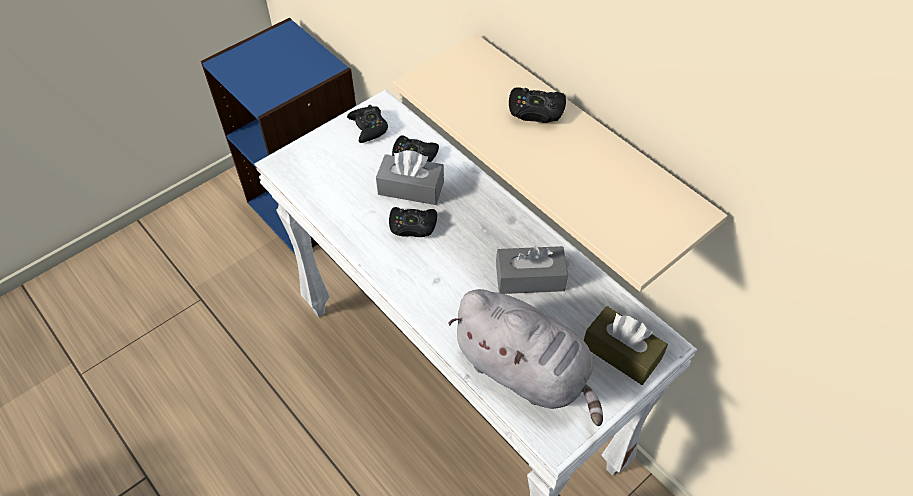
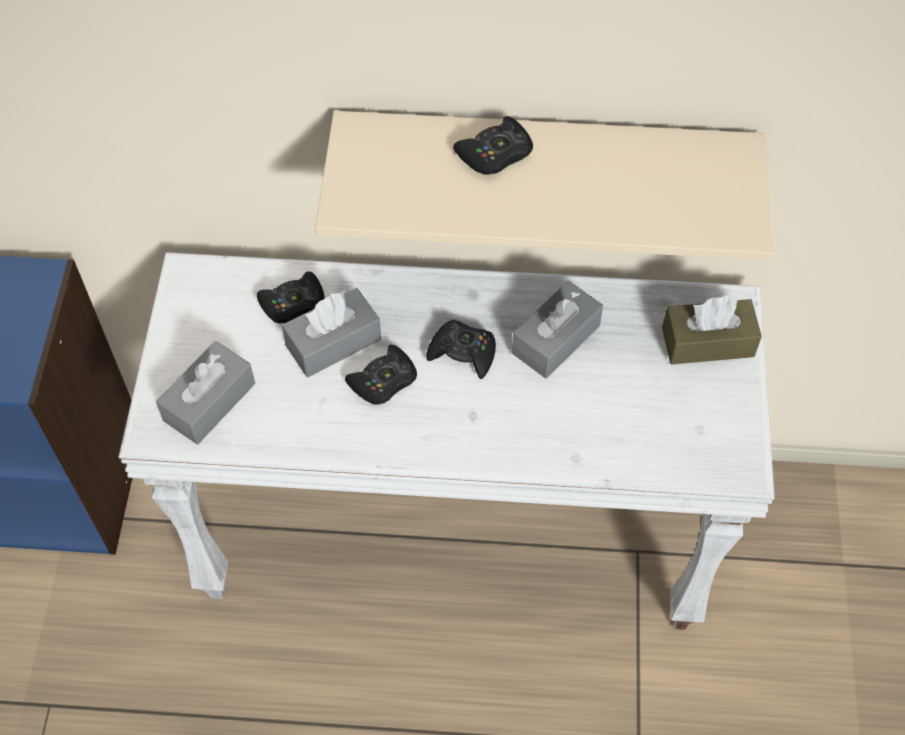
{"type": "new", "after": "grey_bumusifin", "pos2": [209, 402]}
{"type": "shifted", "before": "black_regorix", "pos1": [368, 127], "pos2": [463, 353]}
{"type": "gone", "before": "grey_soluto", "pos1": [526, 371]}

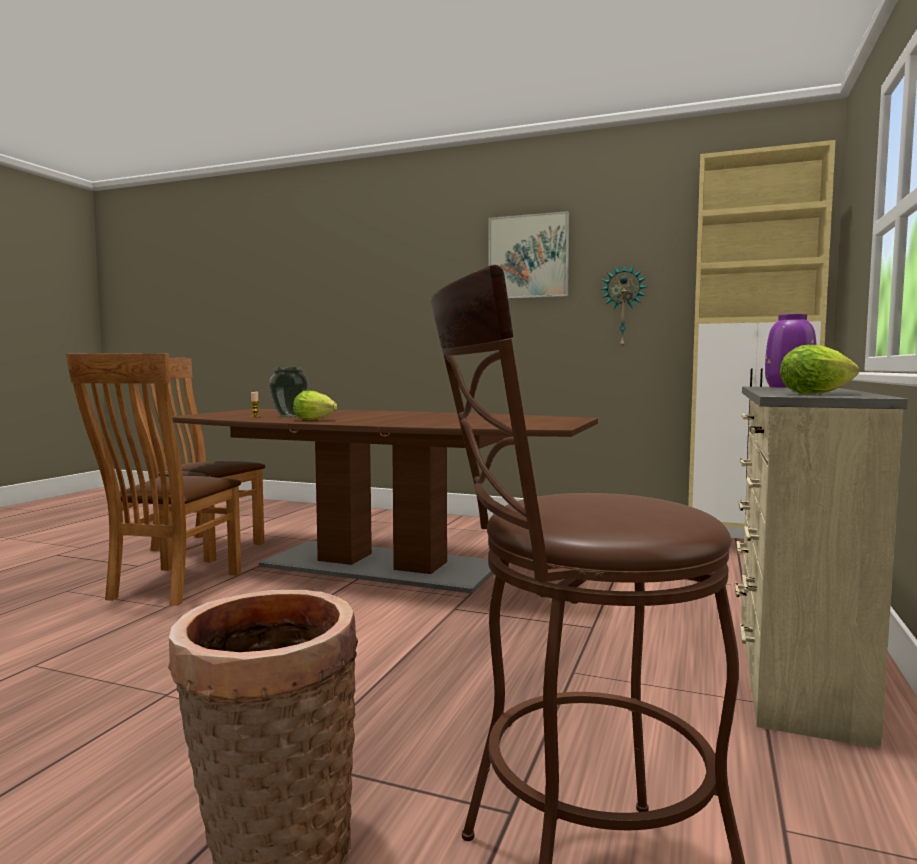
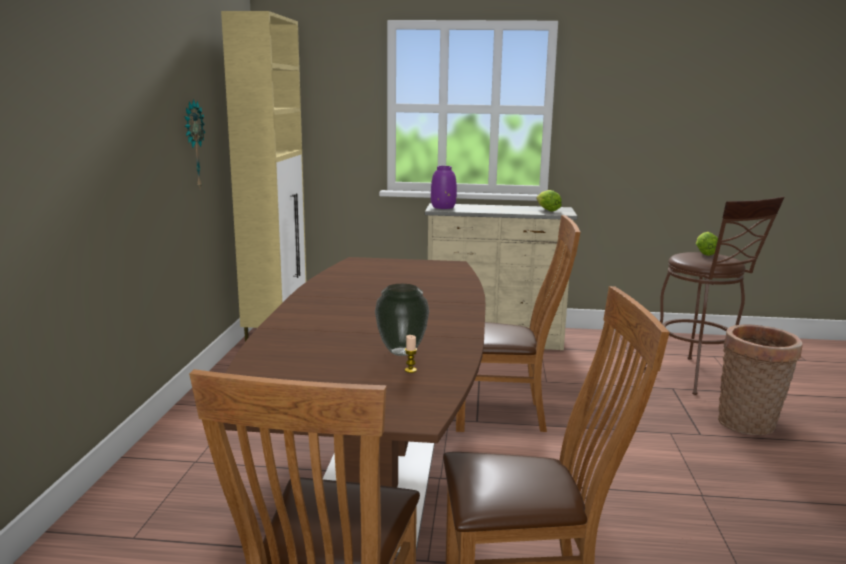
{"type": "new", "after": "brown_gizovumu", "pos2": [506, 415]}
{"type": "shifted", "before": "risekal", "pos1": [316, 420], "pos2": [704, 253]}
{"type": "gone", "before": "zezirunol", "pos1": [528, 256]}

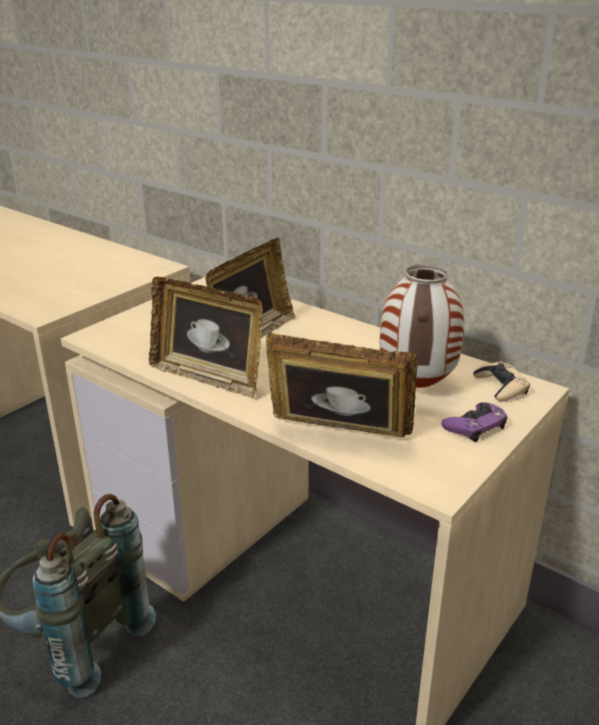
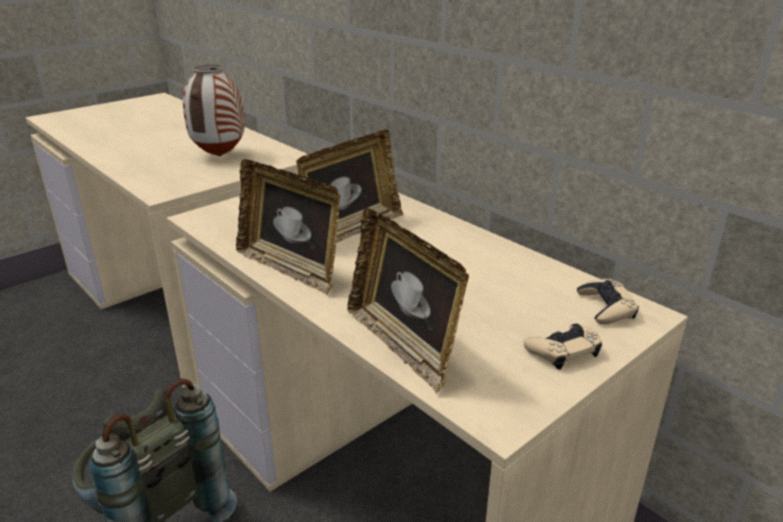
{"type": "shifted", "before": "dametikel", "pos1": [417, 387], "pos2": [220, 156]}
{"type": "rotated", "before": "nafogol", "pos1": [338, 435], "pos2": [403, 345], "turn": -150}
{"type": "repainted", "before": "purple_regorix", "after": "beige_regorix", "pos1": [475, 426], "pos2": [563, 350]}

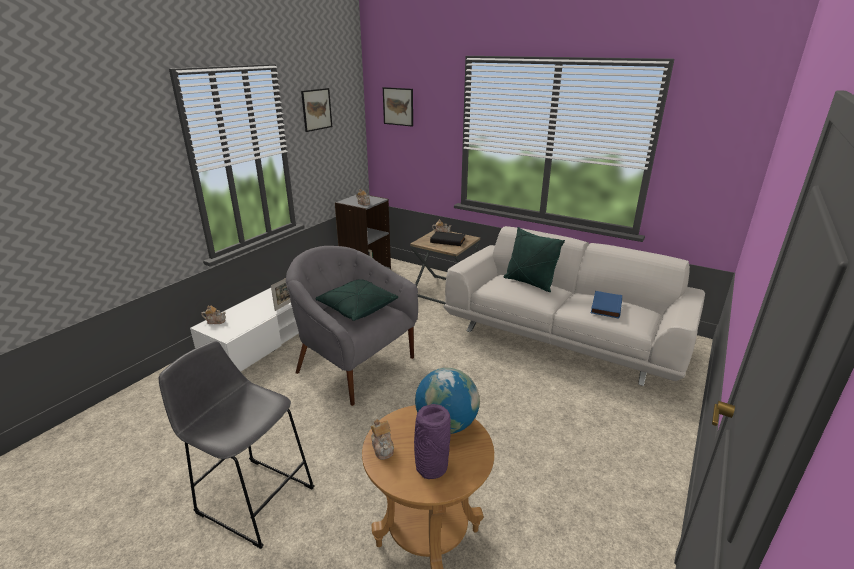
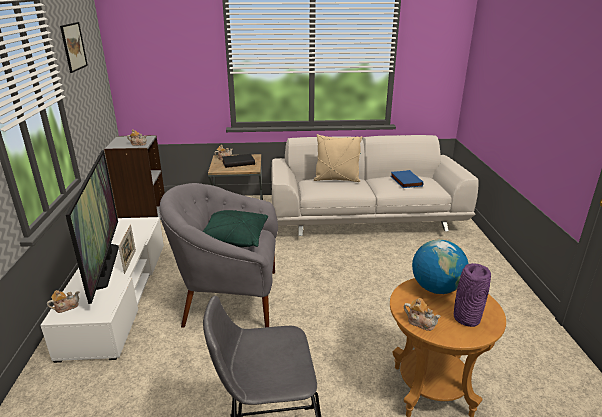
{"type": "new", "after": "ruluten", "pos2": [105, 266]}
{"type": "repainted", "before": "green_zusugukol", "after": "beige_zusugukol", "pos1": [529, 283], "pos2": [337, 179]}
{"type": "gone", "before": "zezirunol", "pos1": [398, 106]}

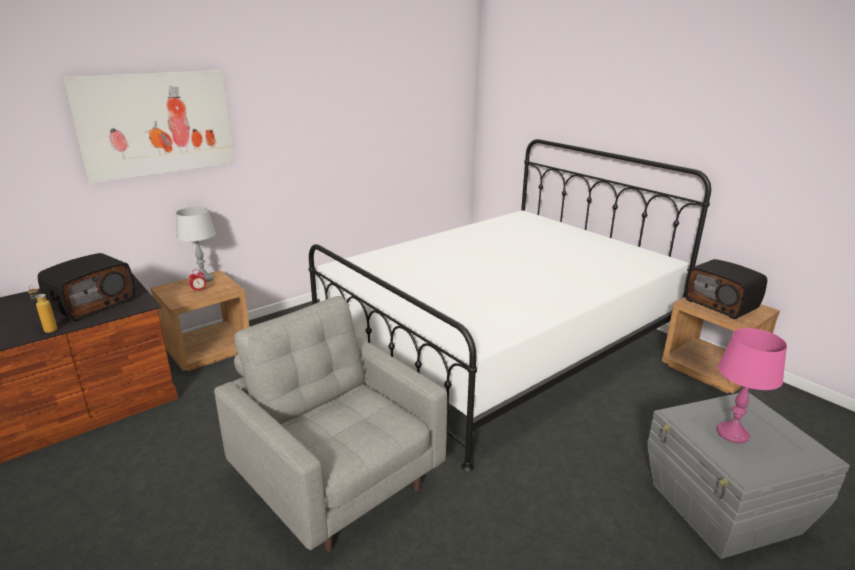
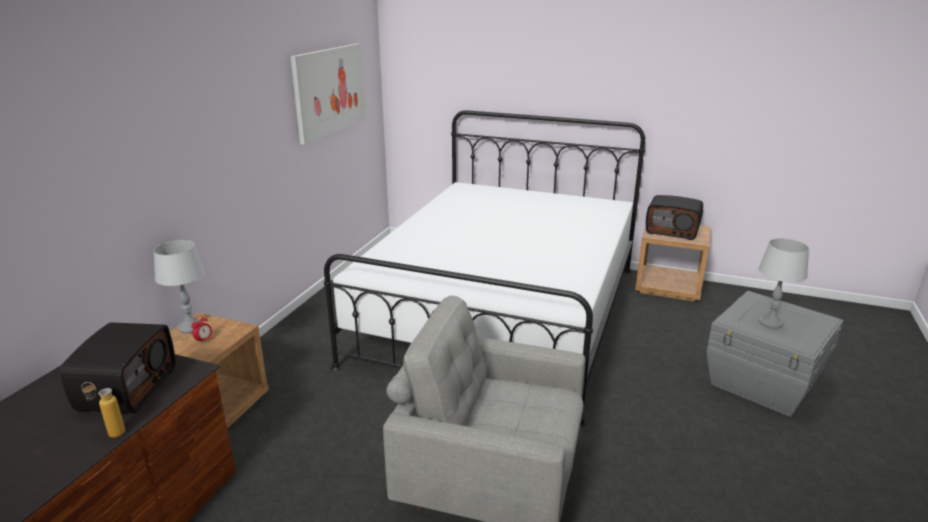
{"type": "shifted", "before": "zezirunol", "pos1": [156, 124], "pos2": [329, 91]}
{"type": "repainted", "before": "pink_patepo", "after": "grey_patepo", "pos1": [732, 433], "pos2": [770, 322]}

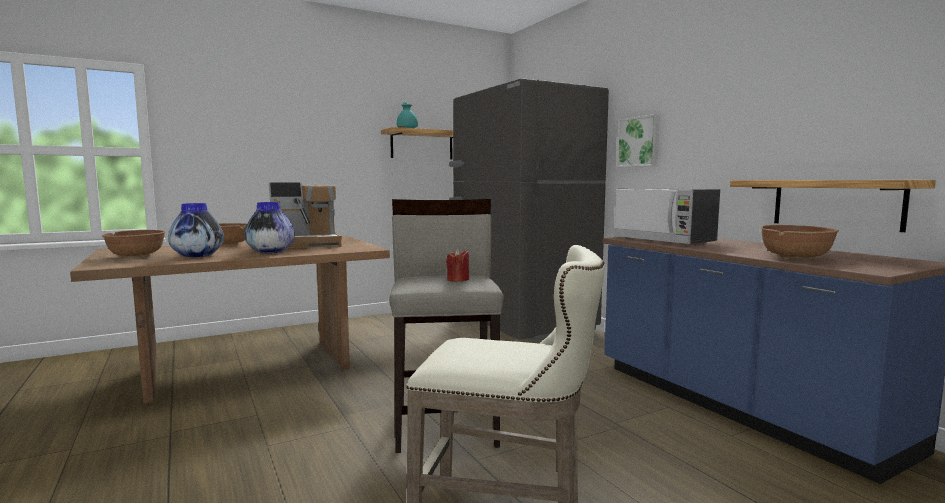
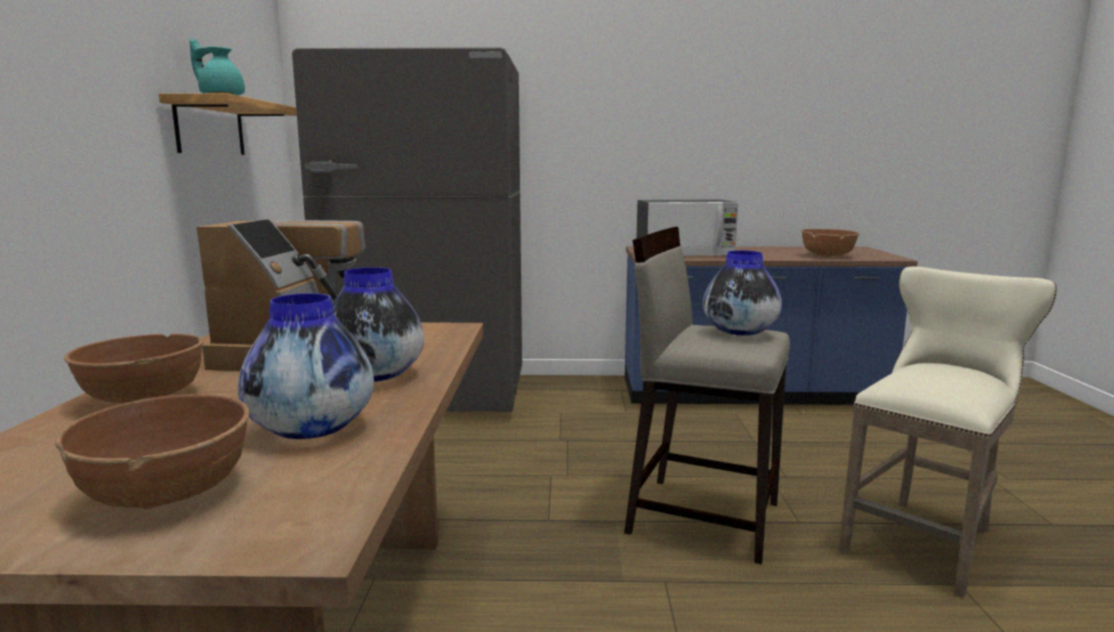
{"type": "swapped", "before": "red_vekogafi", "after": "dametikel", "pos1": [458, 280], "pos2": [739, 332]}
{"type": "gone", "before": "zezirunol", "pos1": [639, 142]}
{"type": "gone", "before": "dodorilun", "pos1": [836, 203]}

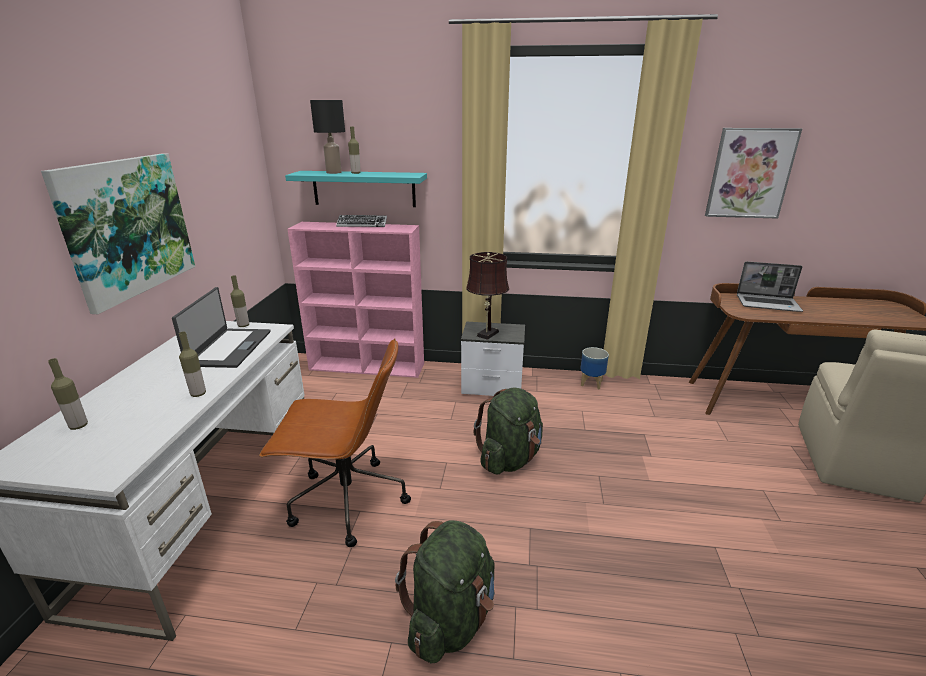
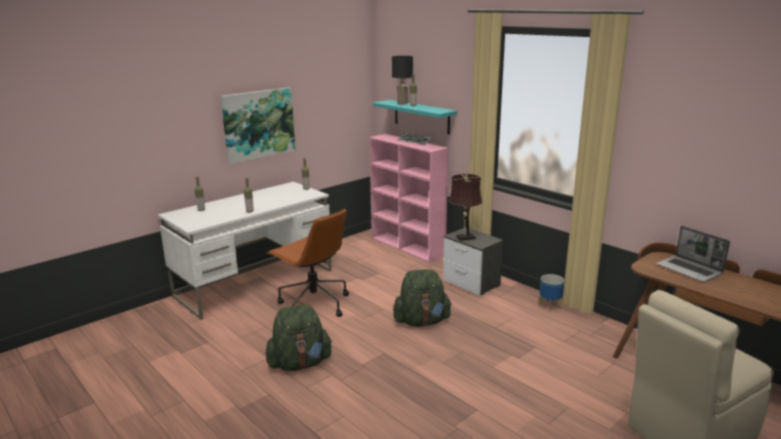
{"type": "gone", "before": "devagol", "pos1": [229, 348]}
{"type": "gone", "before": "zezirunol", "pos1": [750, 173]}

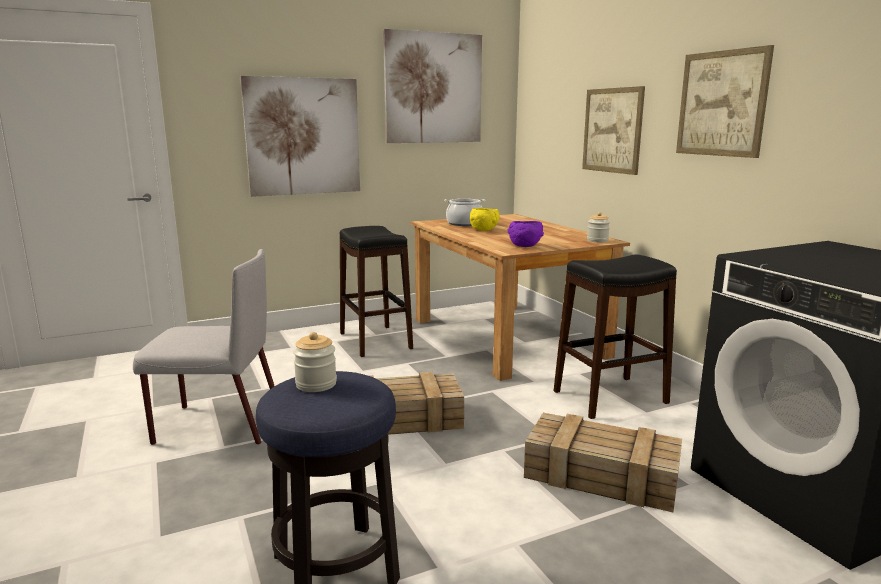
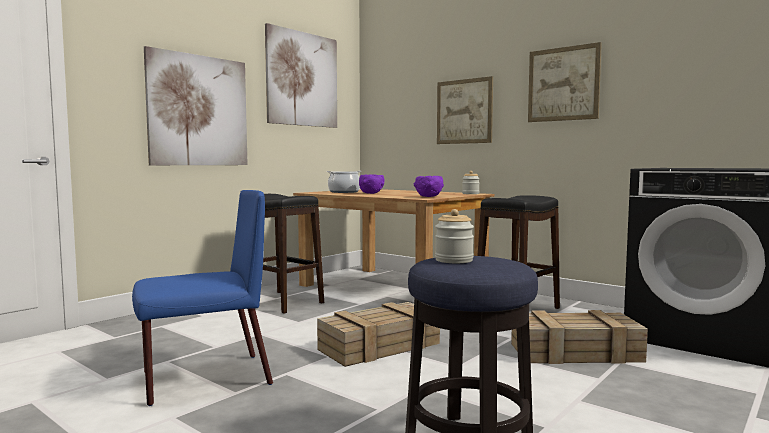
{"type": "repainted", "before": "grey_gizovumu", "after": "blue_gizovumu", "pos1": [216, 425], "pos2": [204, 379]}
{"type": "repainted", "before": "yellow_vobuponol", "after": "purple_vobuponol", "pos1": [484, 230], "pos2": [371, 193]}

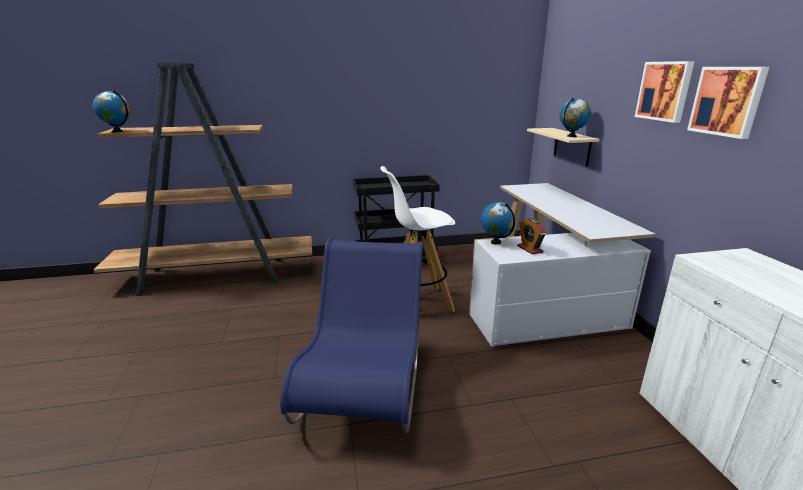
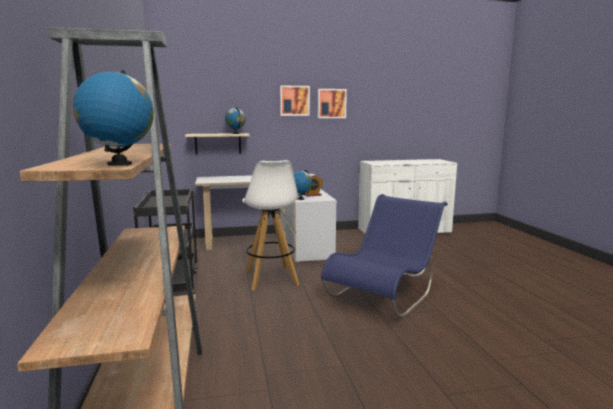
{"type": "rotated", "before": "blue_gizovumu", "pos1": [364, 384], "pos2": [385, 294], "turn": 120}

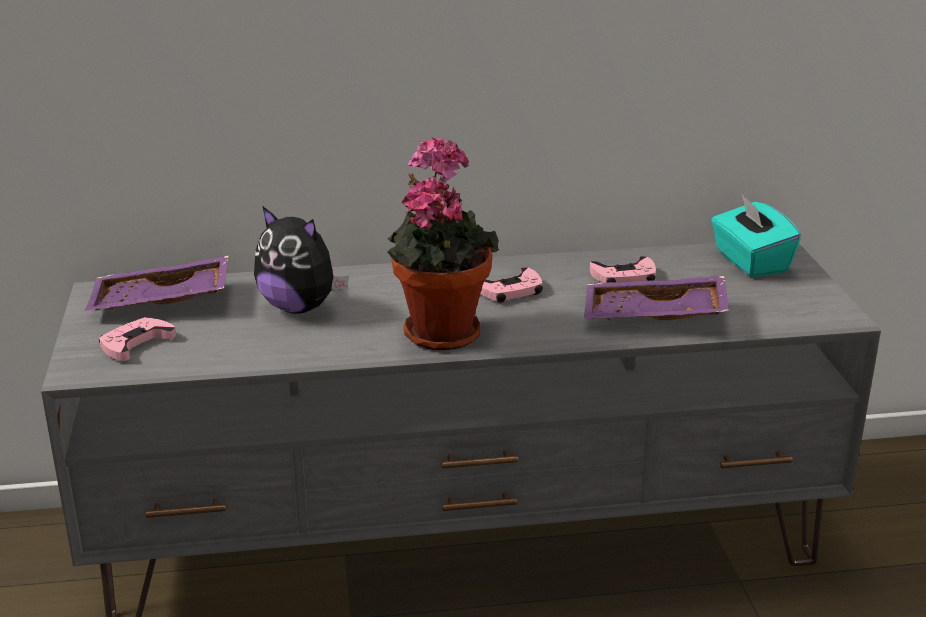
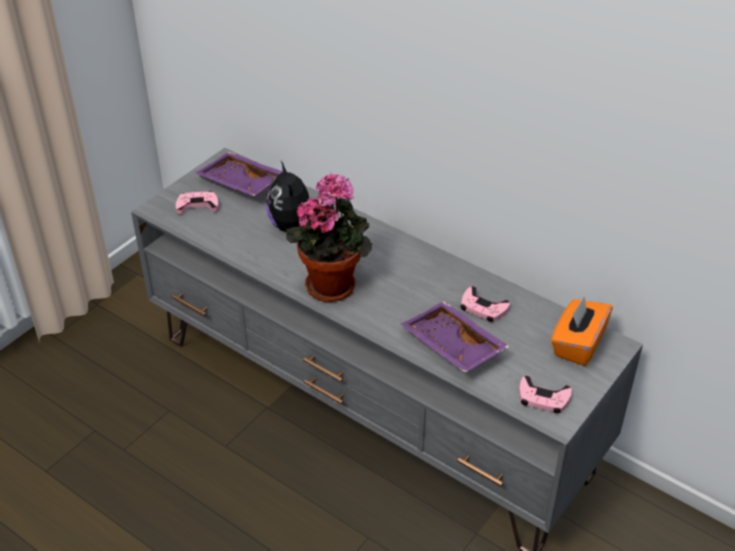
{"type": "shifted", "before": "pink_regorix", "pos1": [510, 291], "pos2": [543, 398]}
{"type": "repainted", "before": "turquoise_bumusifin", "after": "orange_bumusifin", "pos1": [750, 262], "pos2": [577, 344]}

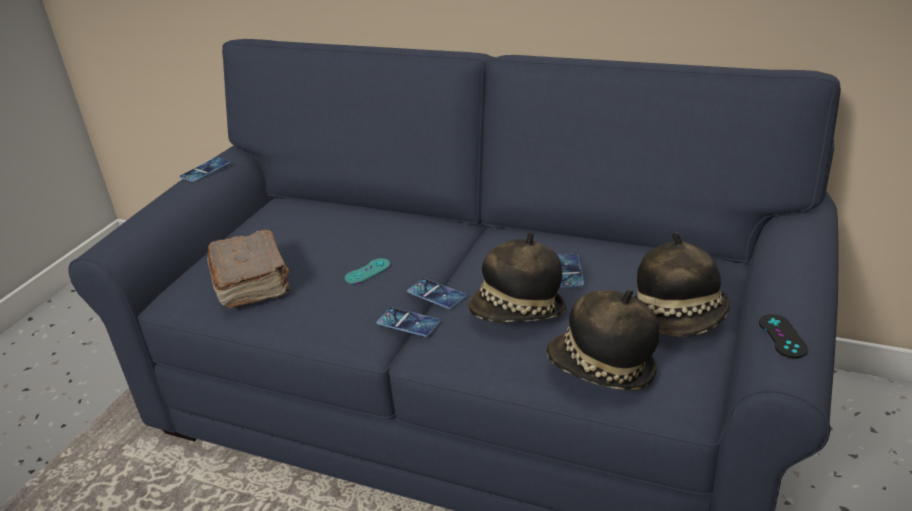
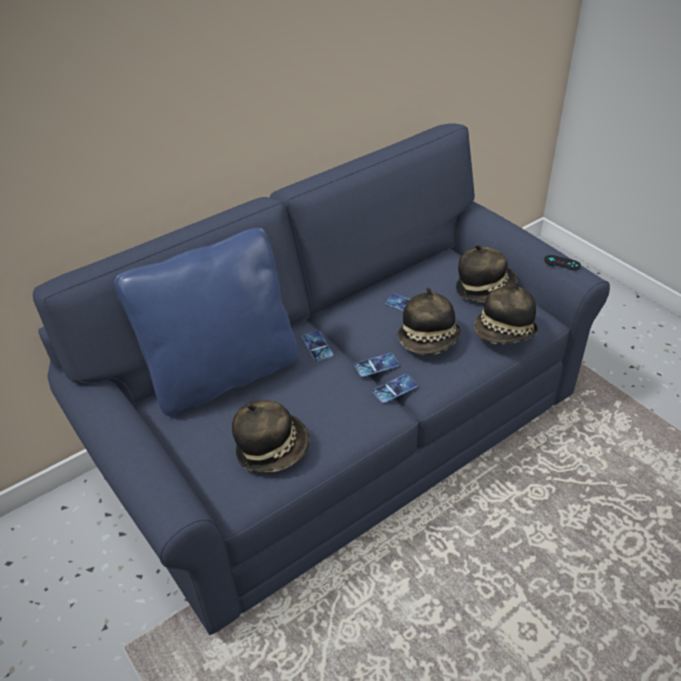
{"type": "new", "after": "blue_zusugukol", "pos2": [223, 374]}
{"type": "swapped", "before": "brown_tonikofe", "after": "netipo", "pos1": [252, 283], "pos2": [272, 448]}
{"type": "shifted", "before": "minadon", "pos1": [205, 170], "pos2": [317, 346]}
{"type": "gone", "before": "turquoise_regorix", "pos1": [367, 271]}

